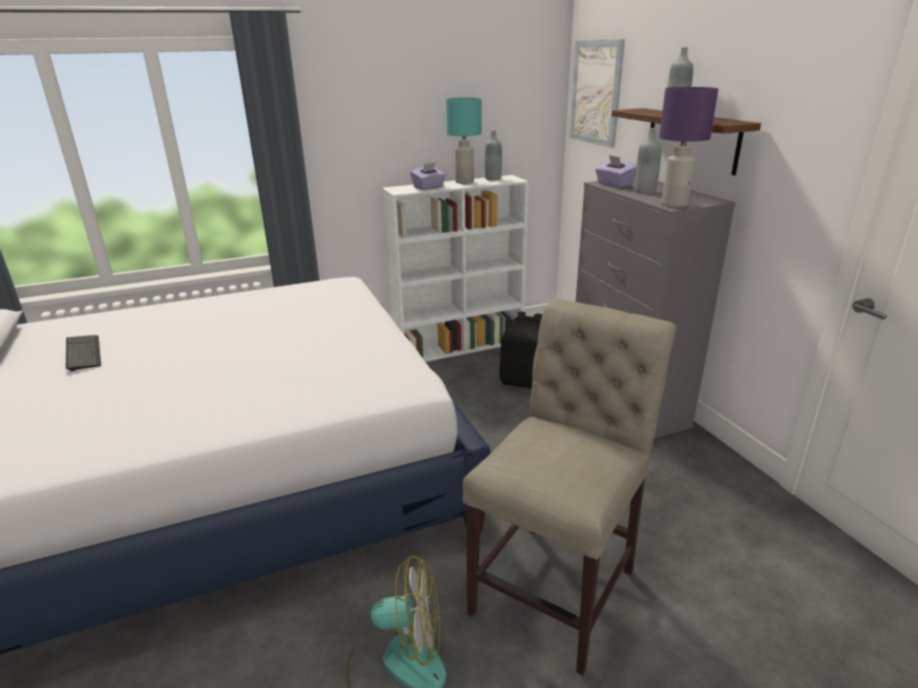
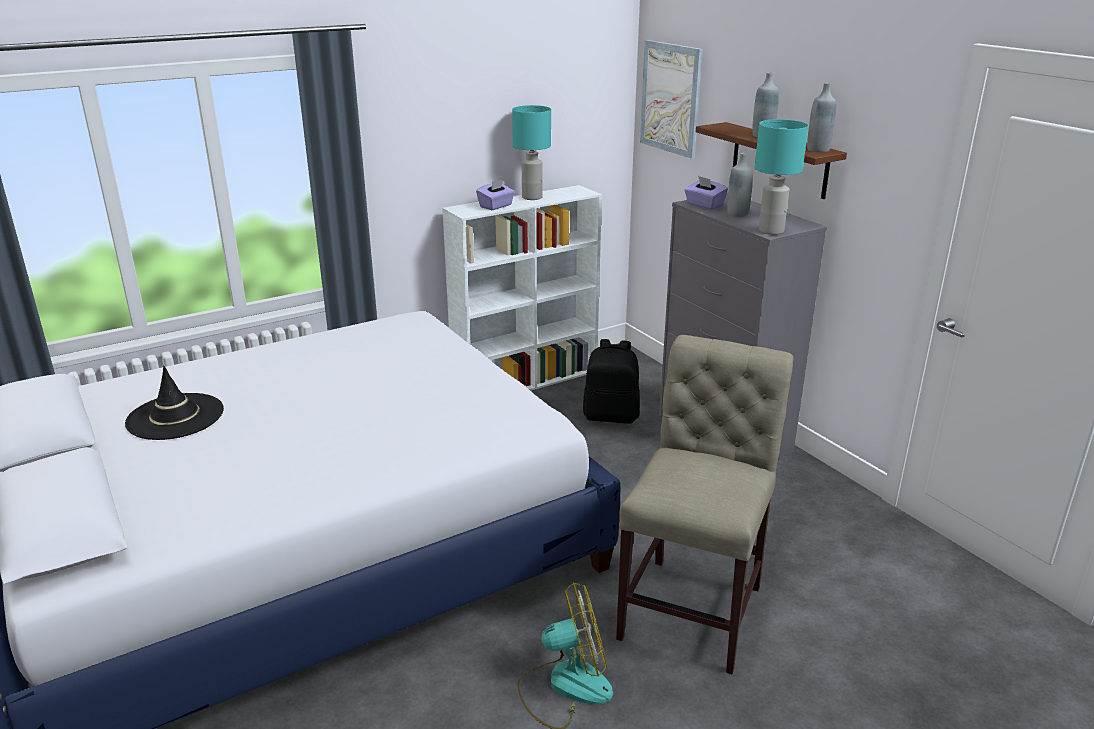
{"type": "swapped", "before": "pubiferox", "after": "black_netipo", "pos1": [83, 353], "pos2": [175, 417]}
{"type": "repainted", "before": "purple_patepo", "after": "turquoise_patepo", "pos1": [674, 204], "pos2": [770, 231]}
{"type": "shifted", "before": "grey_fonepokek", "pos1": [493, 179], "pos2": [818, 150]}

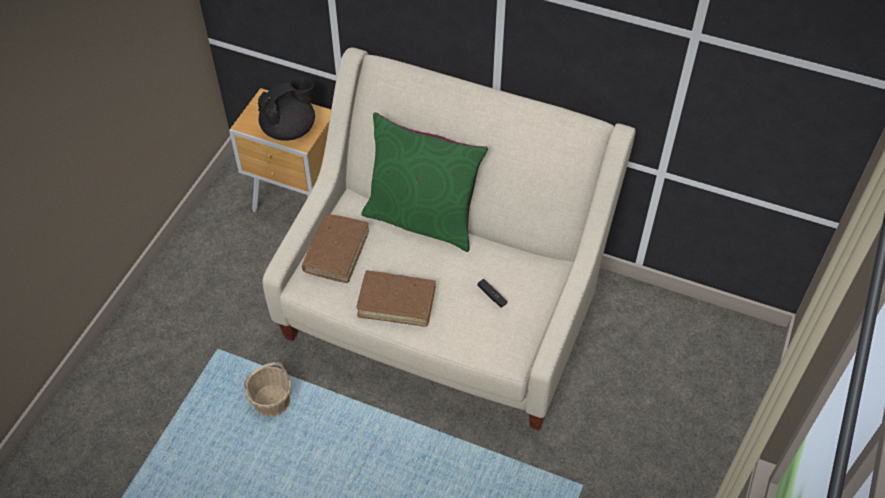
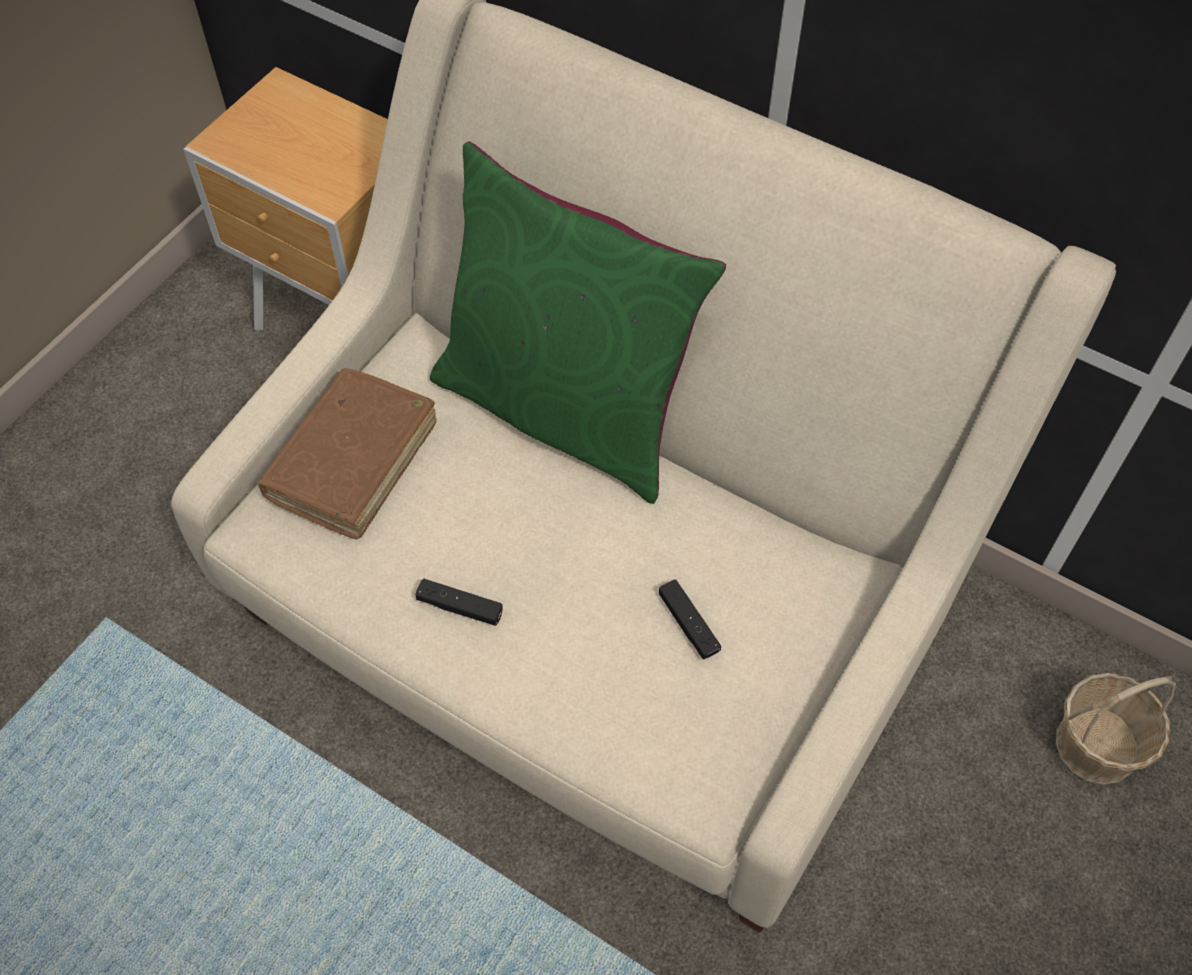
{"type": "swapped", "before": "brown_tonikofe", "after": "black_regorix", "pos1": [396, 303], "pos2": [460, 607]}
{"type": "shifted", "before": "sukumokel", "pos1": [272, 401], "pos2": [1097, 745]}
{"type": "gone", "before": "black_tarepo", "pos1": [290, 129]}

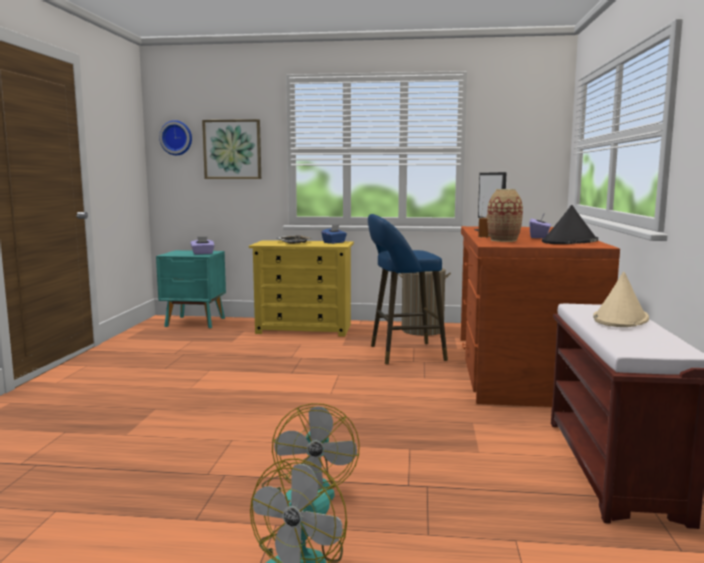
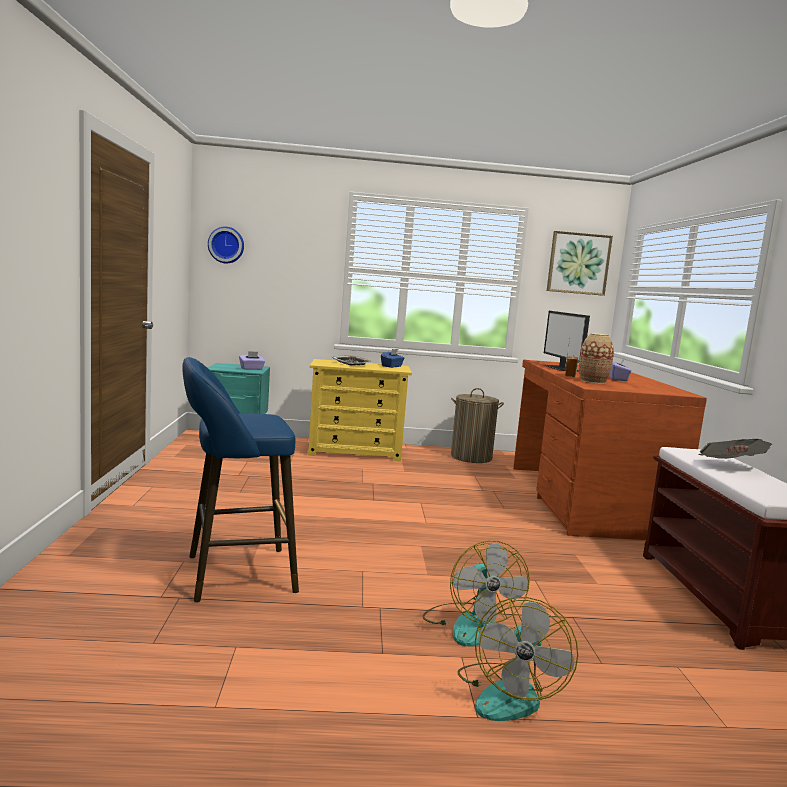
{"type": "shifted", "before": "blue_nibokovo", "pos1": [402, 353], "pos2": [233, 574]}
{"type": "shifted", "before": "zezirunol", "pos1": [232, 149], "pos2": [578, 263]}
{"type": "swapped", "before": "beige_netipo", "after": "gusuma", "pos1": [620, 319], "pos2": [730, 466]}
{"type": "gone", "before": "black_netipo", "pos1": [569, 242]}

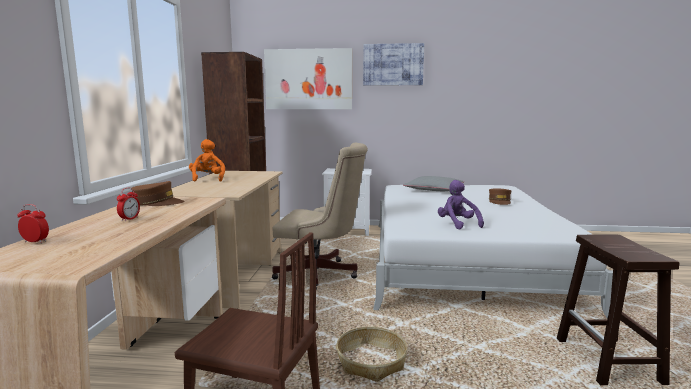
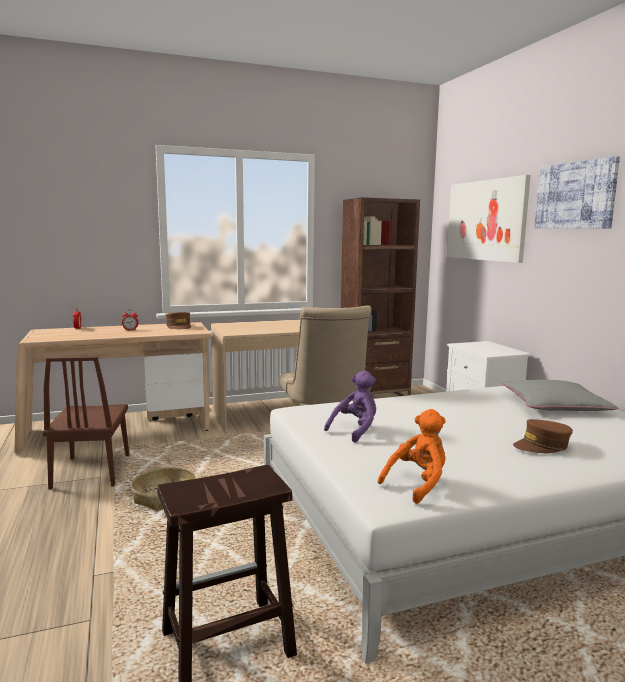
{"type": "shifted", "before": "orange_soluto", "pos1": [208, 179], "pos2": [418, 484]}

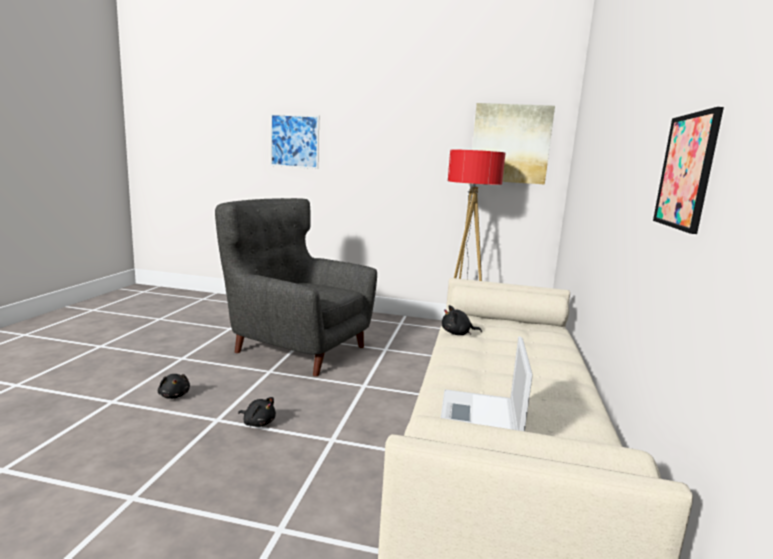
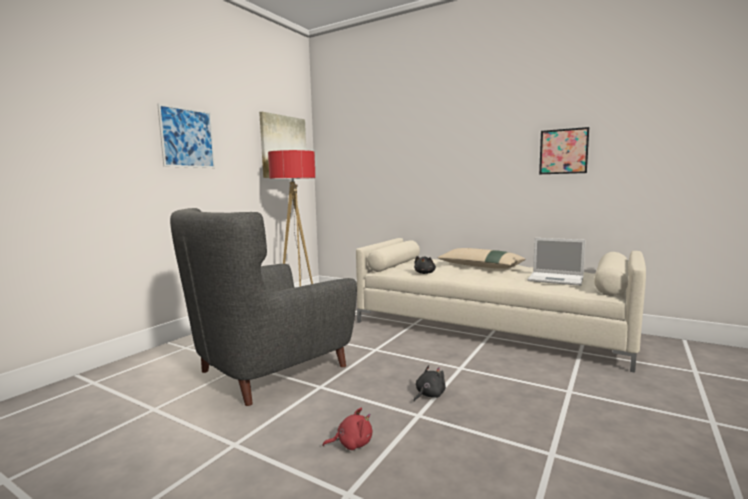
{"type": "shifted", "before": "zezirunol", "pos1": [294, 141], "pos2": [187, 138]}
{"type": "repainted", "before": "black_soluto", "after": "red_soluto", "pos1": [174, 395], "pos2": [352, 443]}
{"type": "new", "after": "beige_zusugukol", "pos2": [480, 266]}

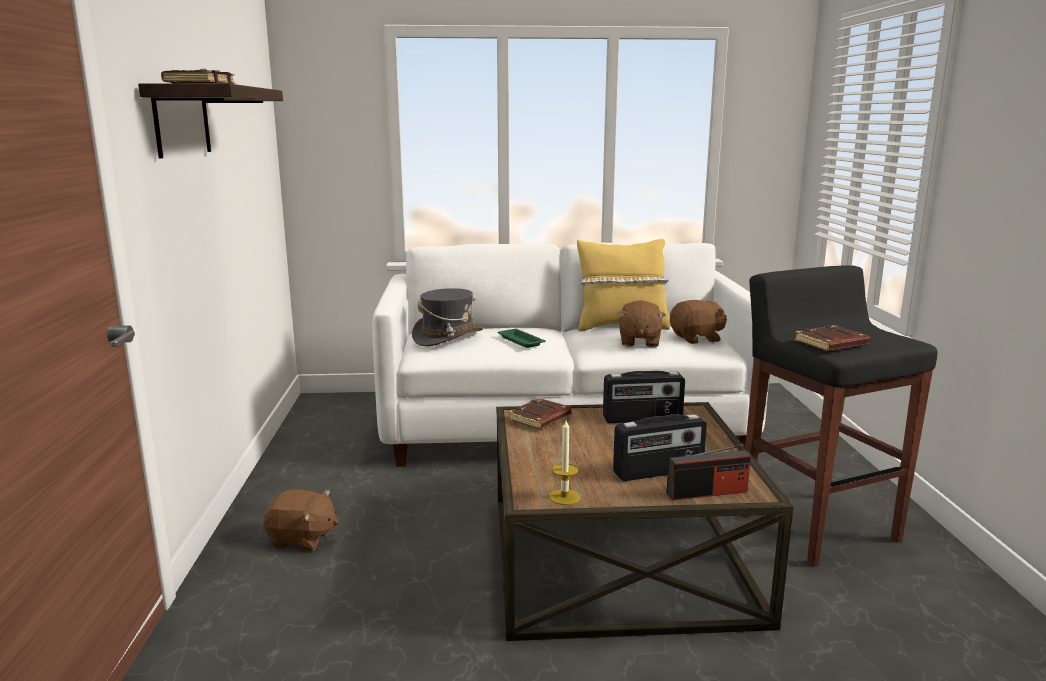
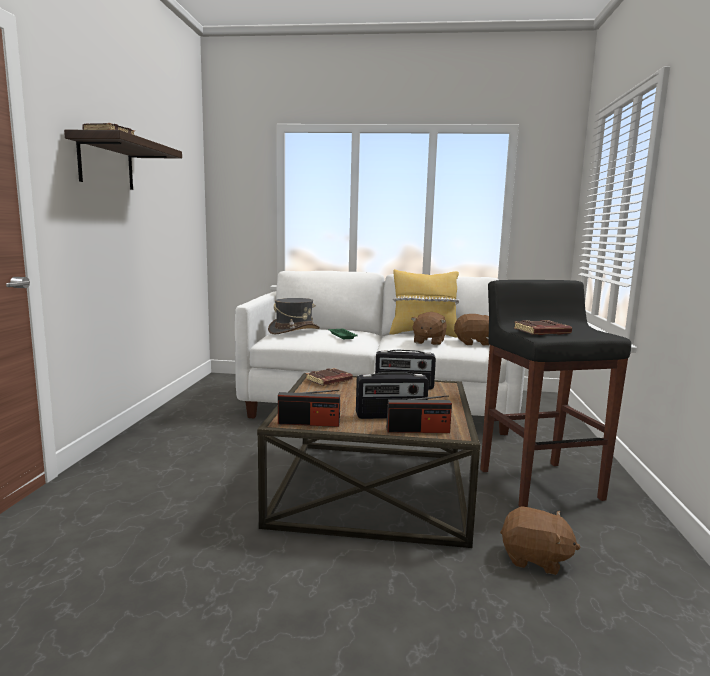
{"type": "swapped", "before": "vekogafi", "after": "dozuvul", "pos1": [564, 497], "pos2": [309, 423]}
{"type": "shifted", "before": "brown_soluto", "pos1": [302, 539], "pos2": [535, 559]}

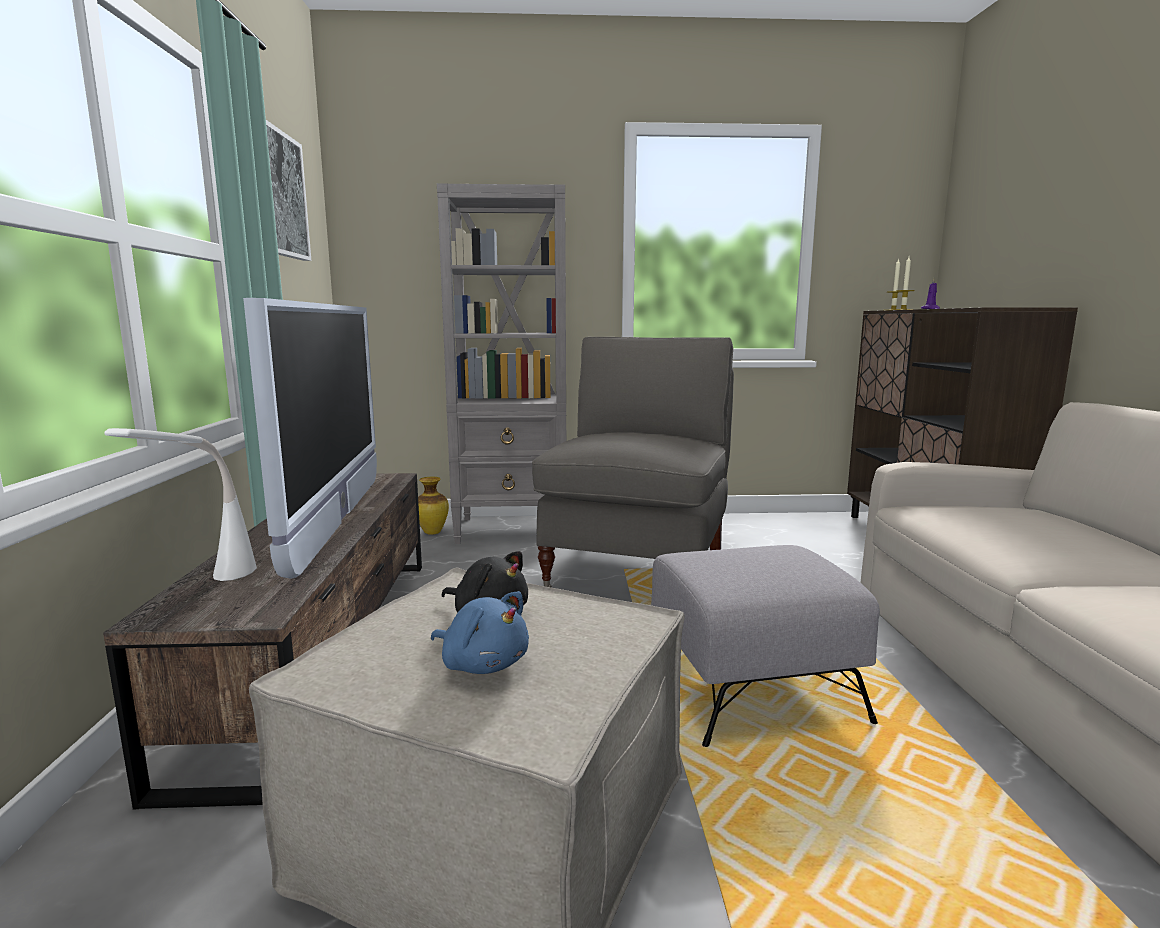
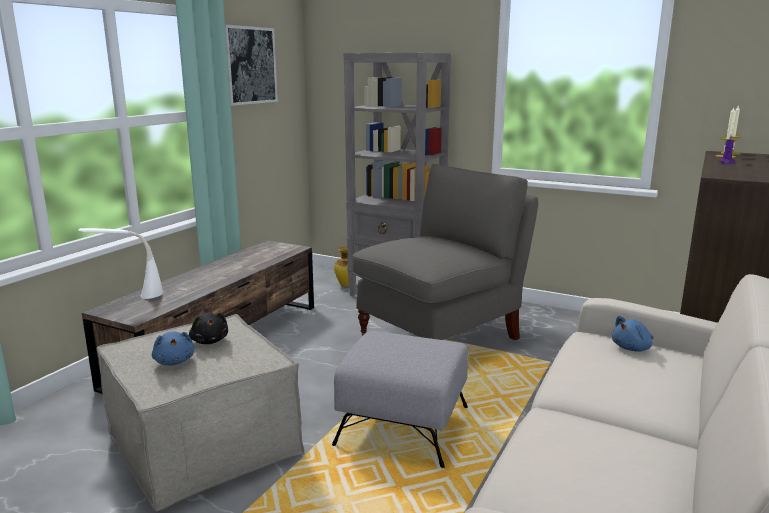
{"type": "new", "after": "blue_soluto", "pos2": [632, 348]}
{"type": "gone", "before": "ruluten", "pos1": [339, 520]}

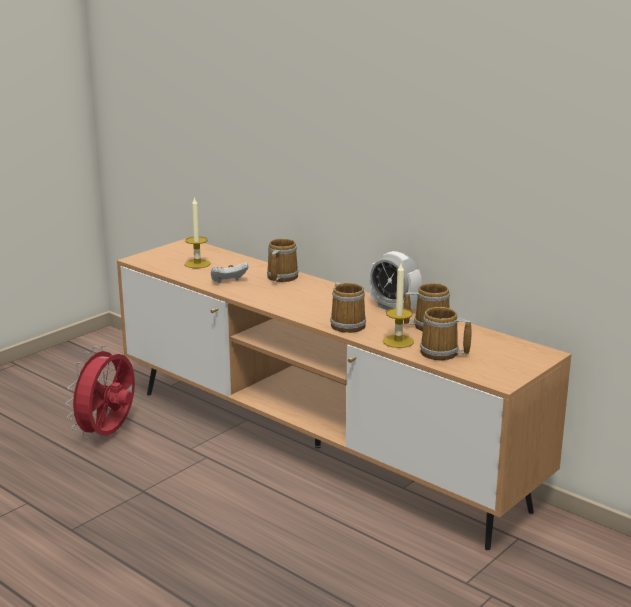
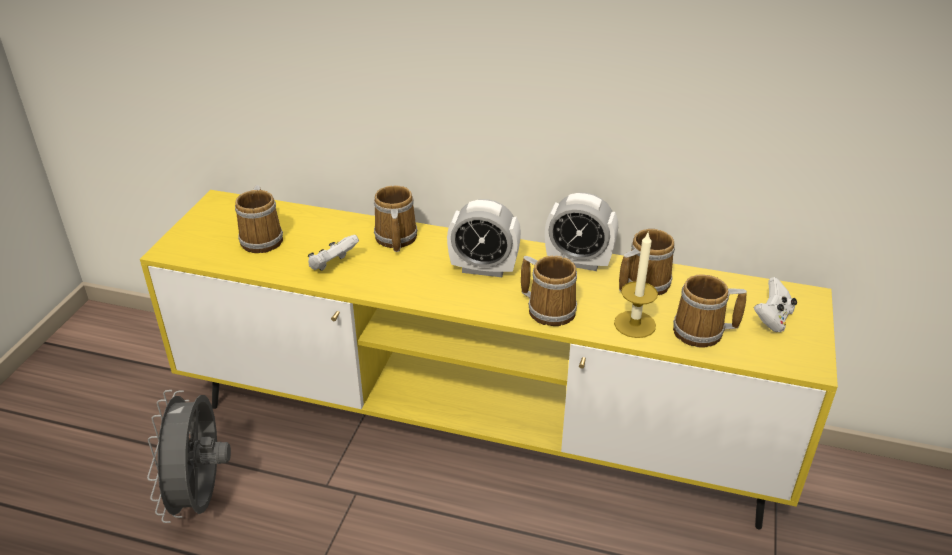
{"type": "repainted", "before": "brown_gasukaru", "after": "yellow_gasukaru", "pos1": [317, 447], "pos2": [476, 430]}
{"type": "repainted", "before": "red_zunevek", "after": "grey_zunevek", "pos1": [108, 434], "pos2": [202, 497]}
{"type": "swapped", "before": "vekogafi", "after": "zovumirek", "pos1": [197, 264], "pos2": [263, 239]}
{"type": "new", "after": "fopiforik", "pos2": [483, 269]}
{"type": "new", "after": "white_regorix", "pos2": [772, 319]}

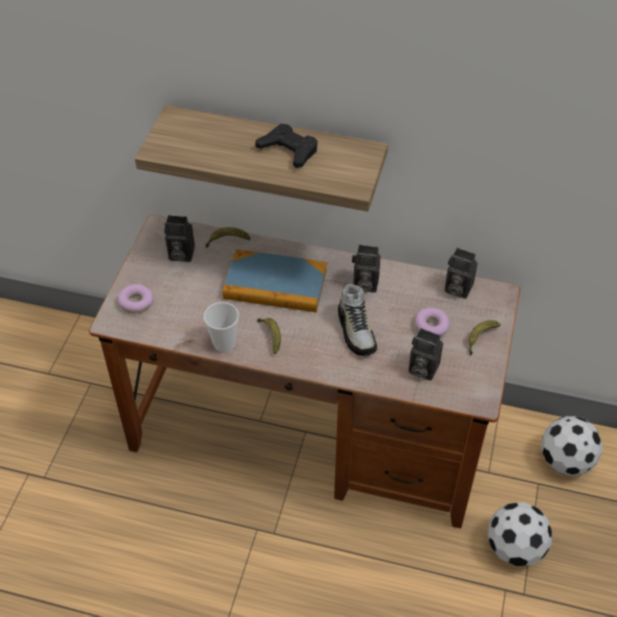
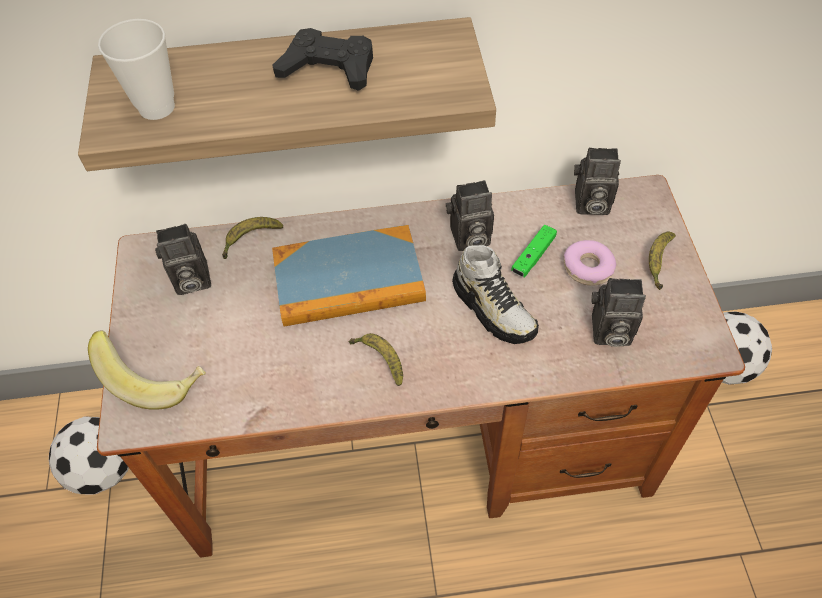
{"type": "shifted", "before": "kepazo", "pos1": [515, 547], "pos2": [104, 469]}
{"type": "swapped", "before": "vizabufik", "after": "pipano", "pos1": [136, 303], "pos2": [155, 378]}
{"type": "shifted", "before": "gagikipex", "pos1": [224, 344], "pos2": [157, 107]}
{"type": "new", "after": "green_regorix", "pos2": [533, 256]}

